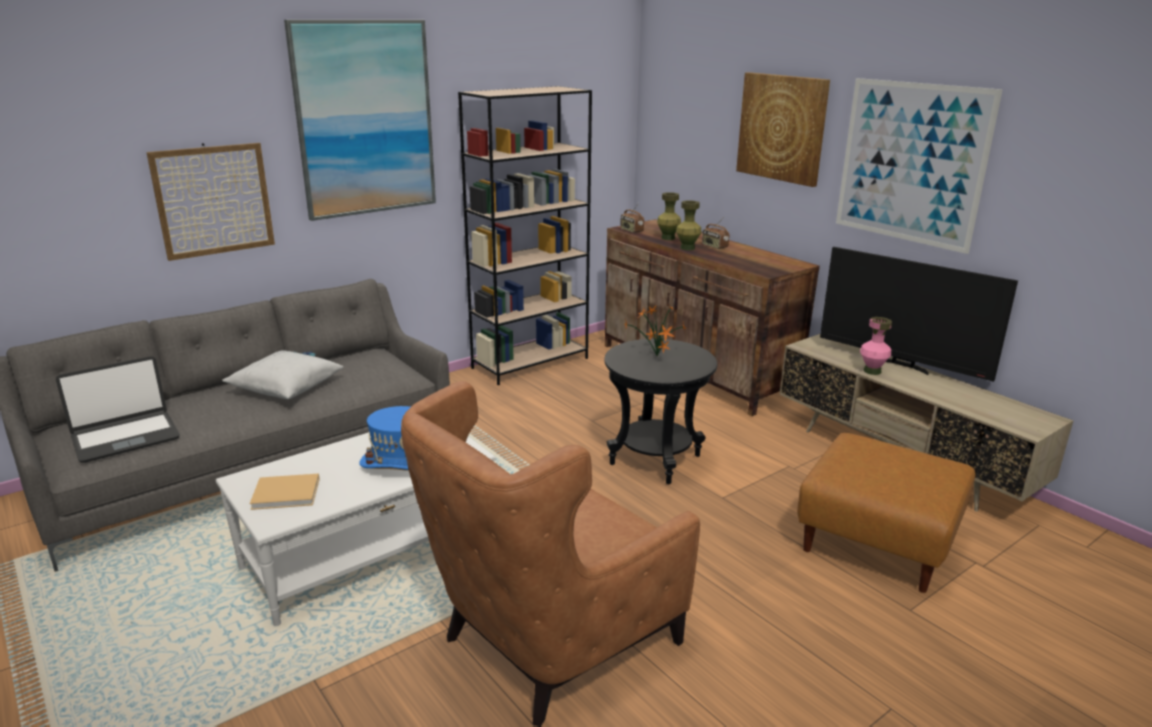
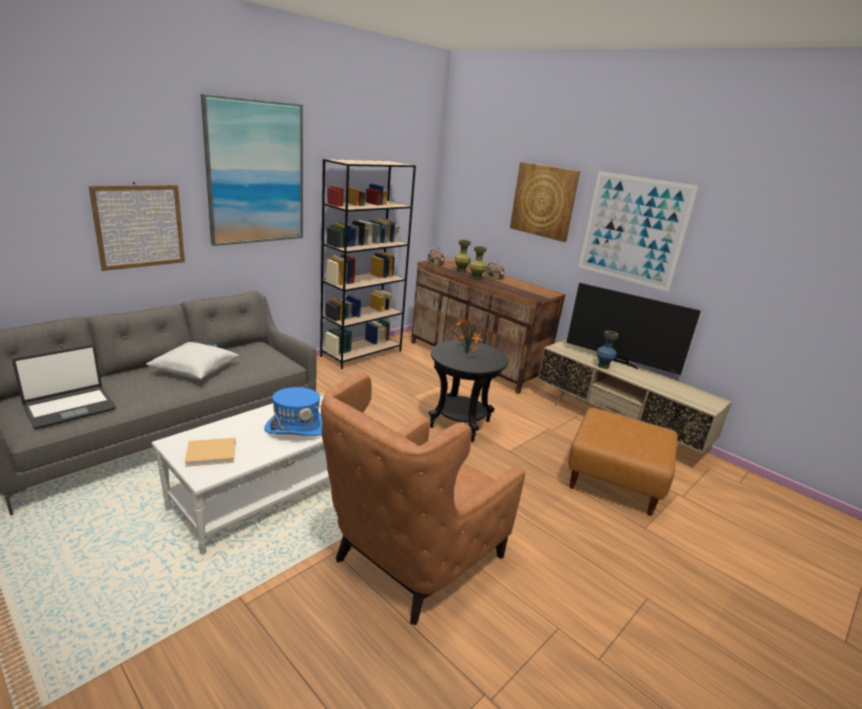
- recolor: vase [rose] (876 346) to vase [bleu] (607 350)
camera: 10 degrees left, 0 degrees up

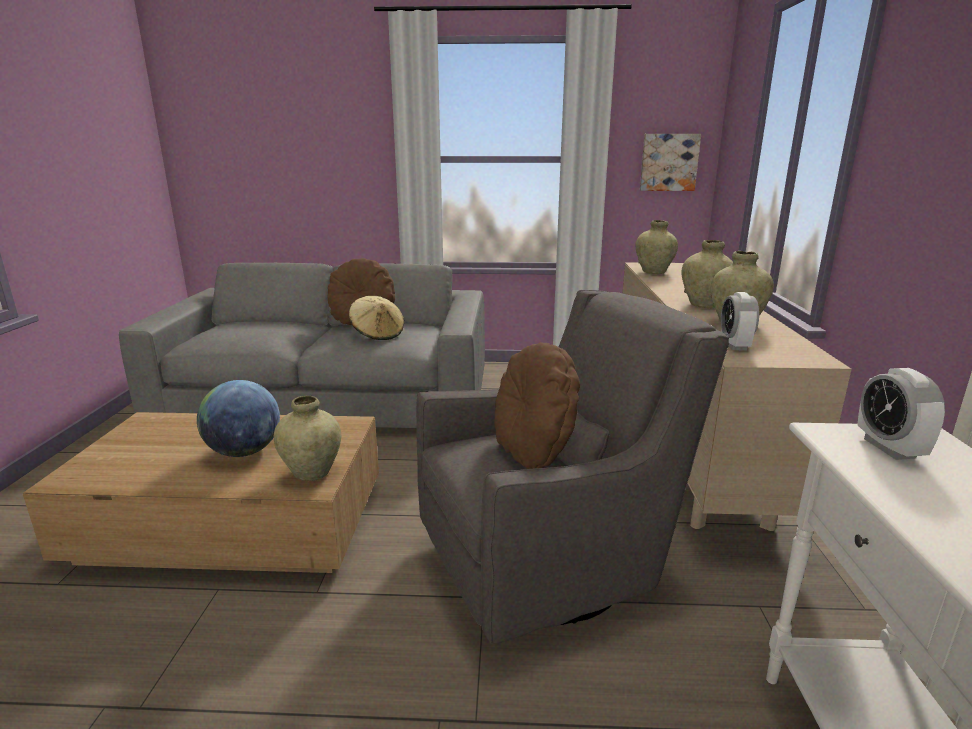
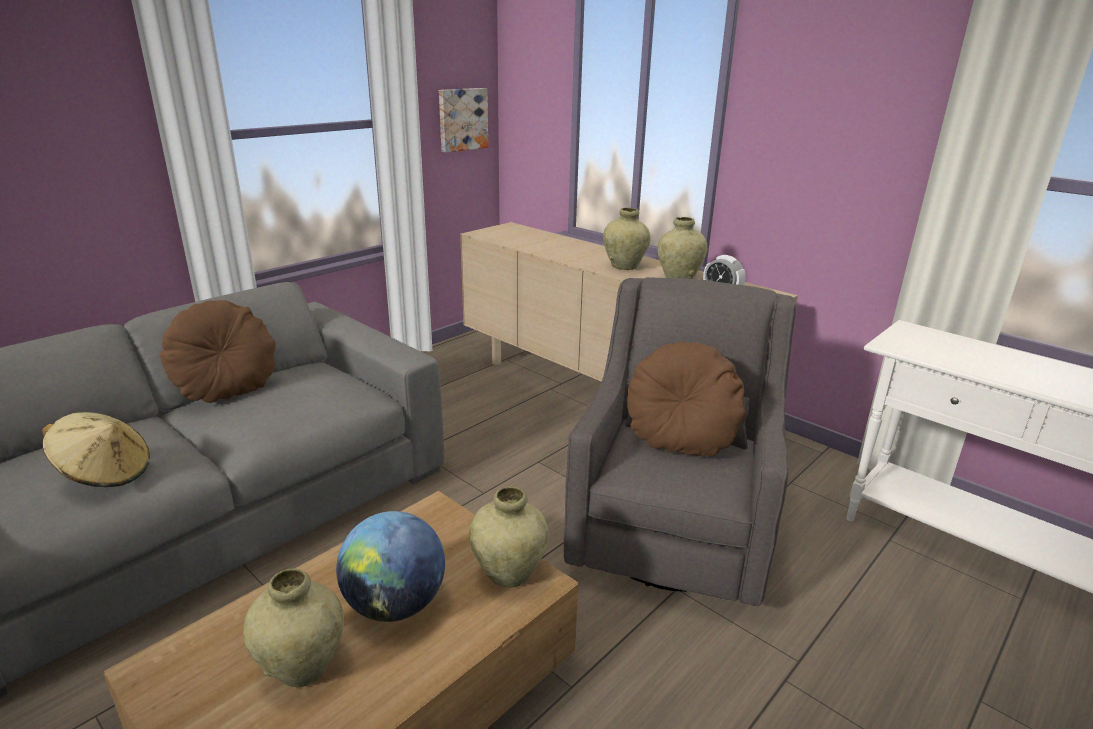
- move: vase [beige] (657 247) to (293 628)
- move: chapeau [beige] (376 318) to (96 449)
- delete: réveil (901 414)
camera: 50 degrees left, 5 degrees up

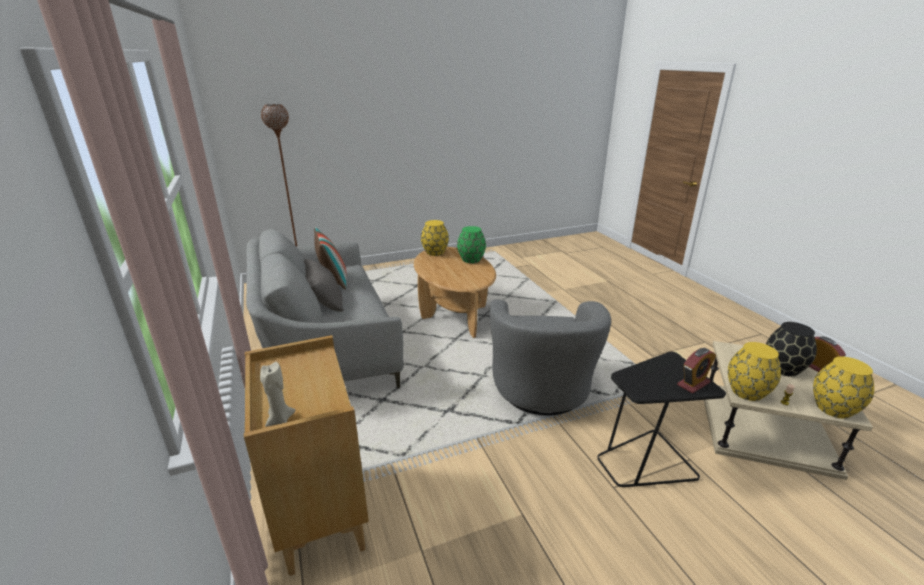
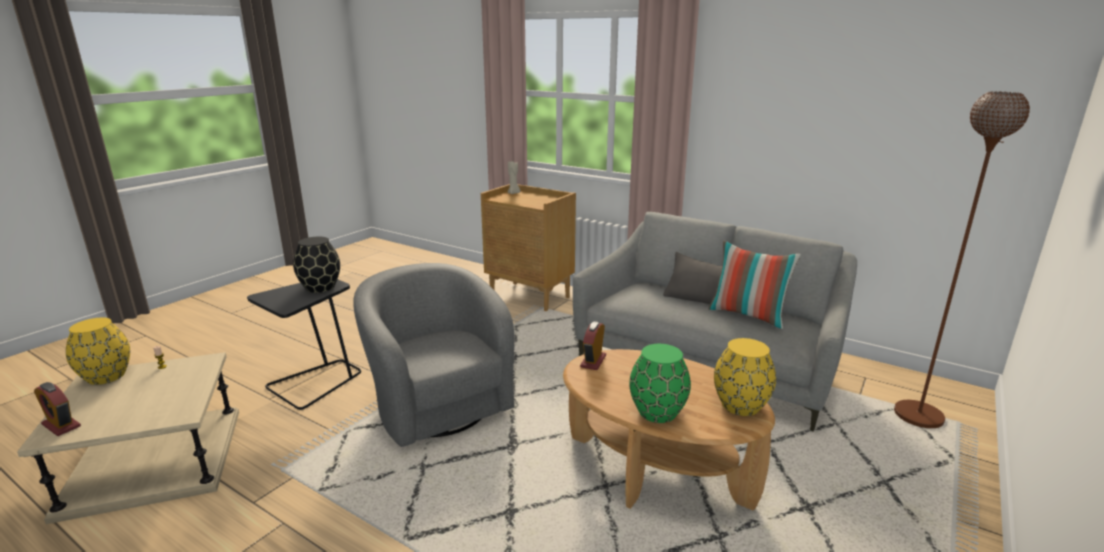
- move: vase [noir] (791 349) to (316 265)
- delete: vase [jaune] (754 371)
- move: réveil (696 370) to (593 345)
camera: 145 degrees right, 5 degrees down

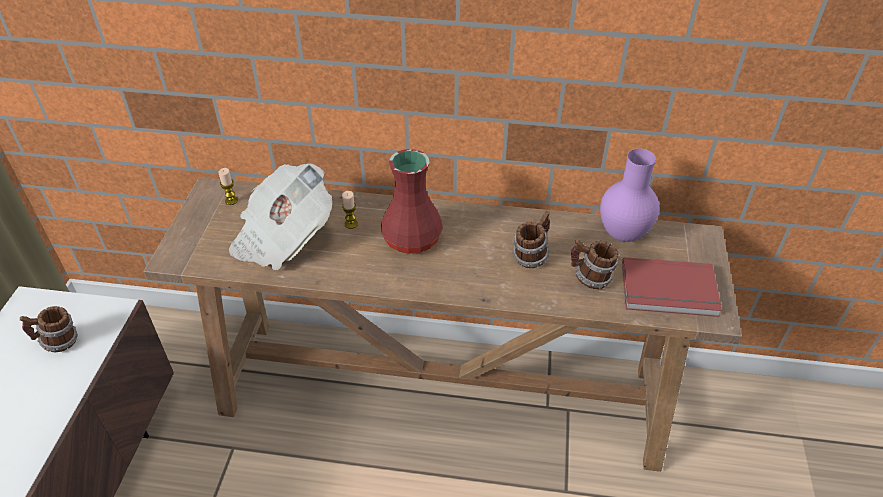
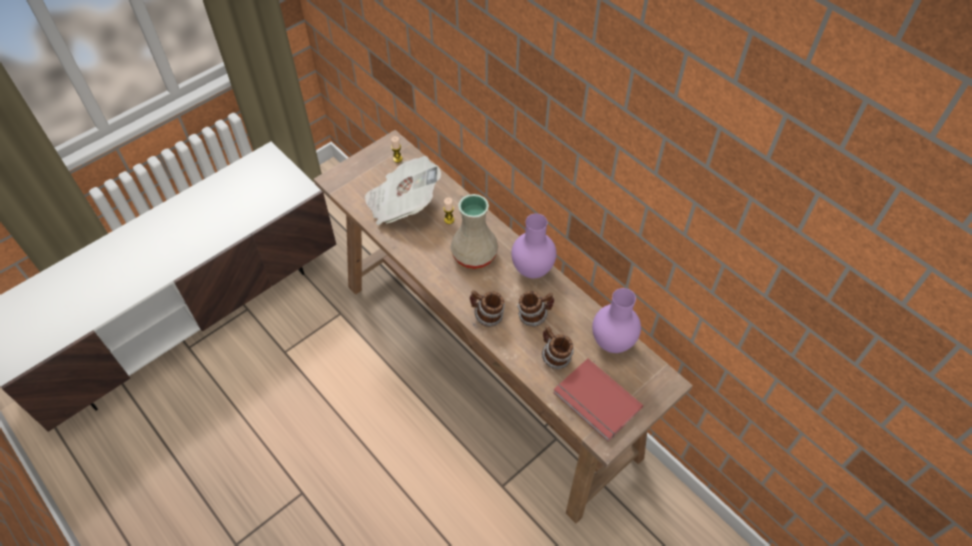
- recolor: vase [rouge] (412 201) to vase [beige] (474 231)
- move: mug (49 329) to (487 308)
- insert: vase [violet] (534 246)
camera: 40 degrees right, 10 degrees up

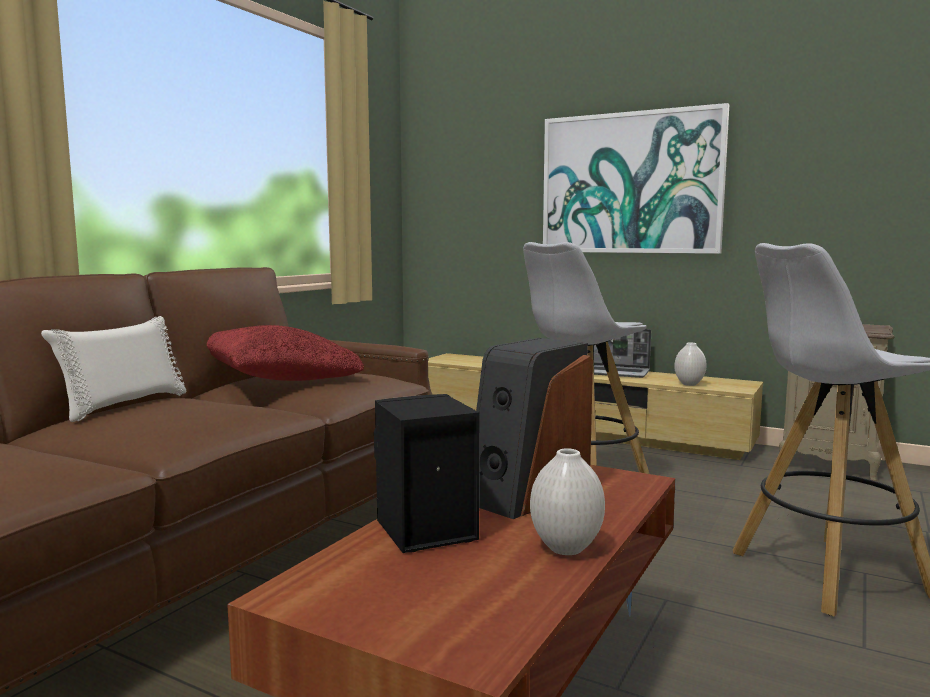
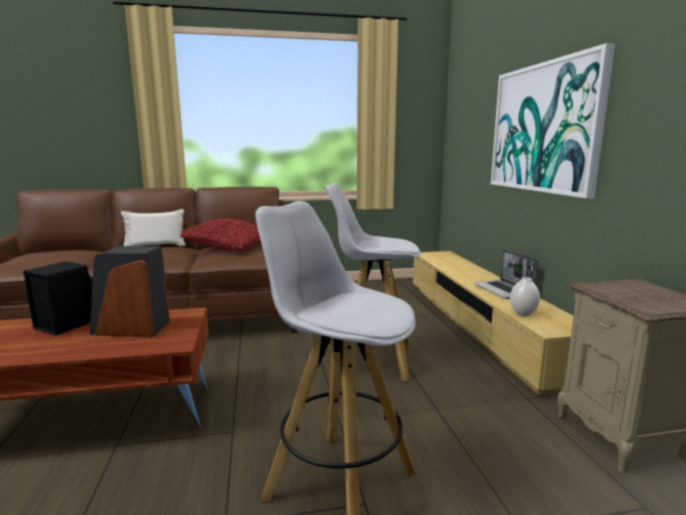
- delete: vase [blanc] (567 501)
camera: 50 degrees right, 5 degrees up

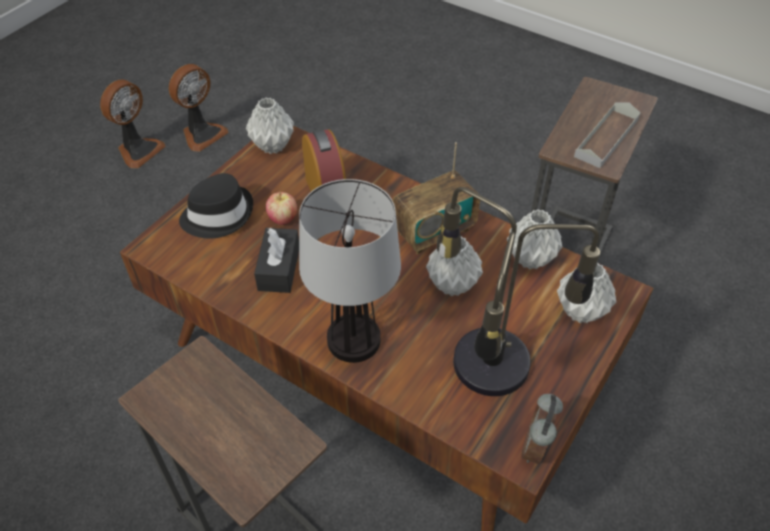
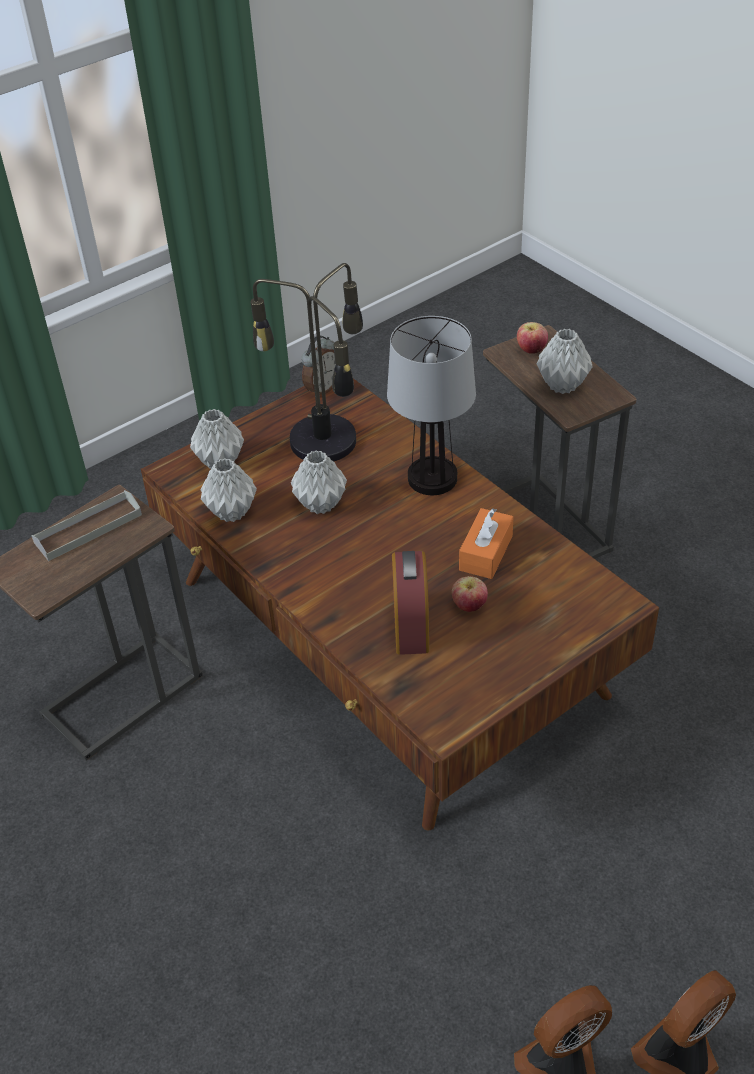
- move: vase [gris] (270 126) to (565 361)
- delete: radio (436 198)
- delete: chapeau [noir] (216 205)
- recolor: boîte à mouchoirs [noir] (276 260) to boîte à mouchoirs [orange] (486 543)
- insert: pomme (532 338)
camera: 160 degrees left, 5 degrees down

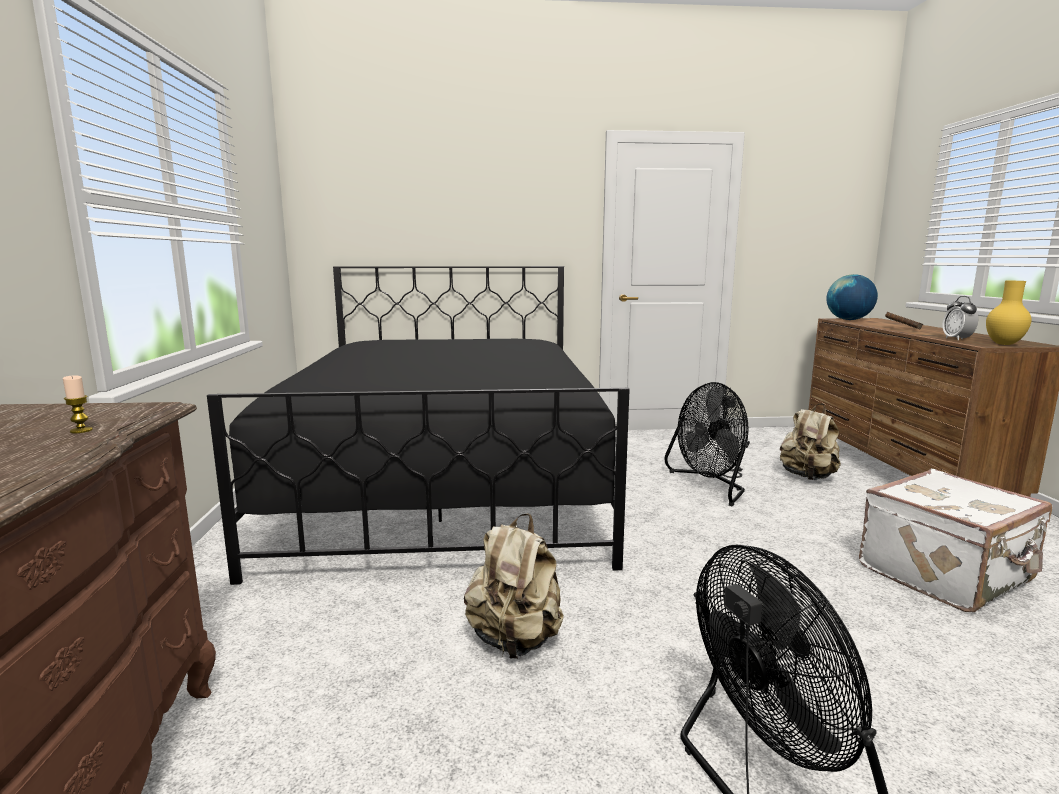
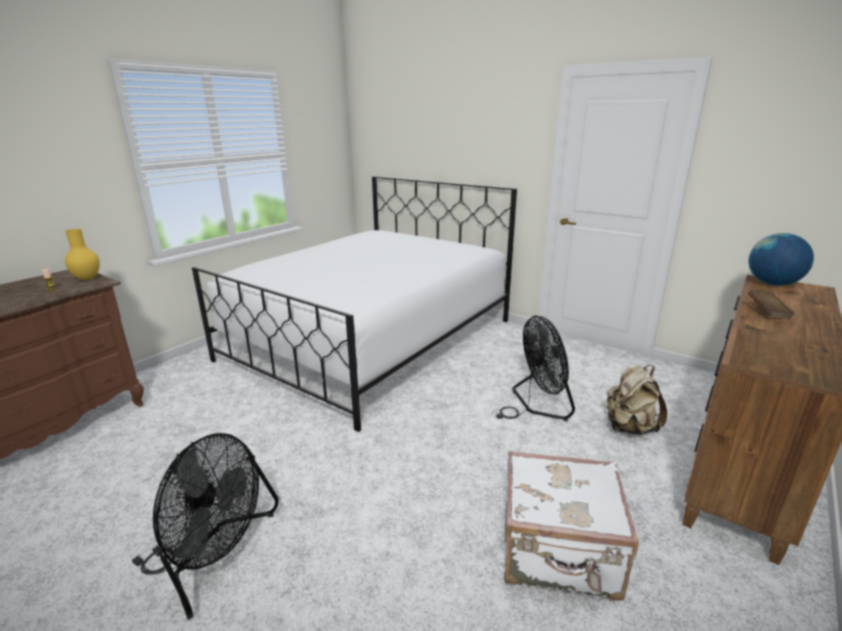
- recolor: lit [noir] (418 425) to lit [blanc] (354 304)
- move: vase [jaune] (1009 313) to (82 254)
- delete: réveil (960 318)
- rotate: ventilateur [noir] (707 444) = (535 368) 150 degrees clockwise
- delete: sac à dos [beige] (514 586)
camera: 40 degrees right, 10 degrees up

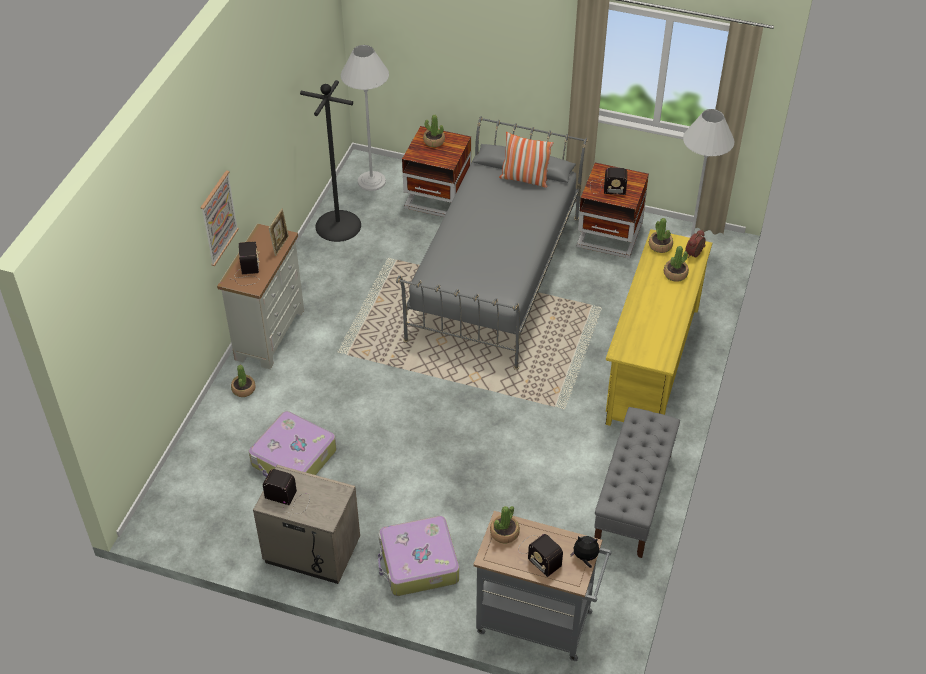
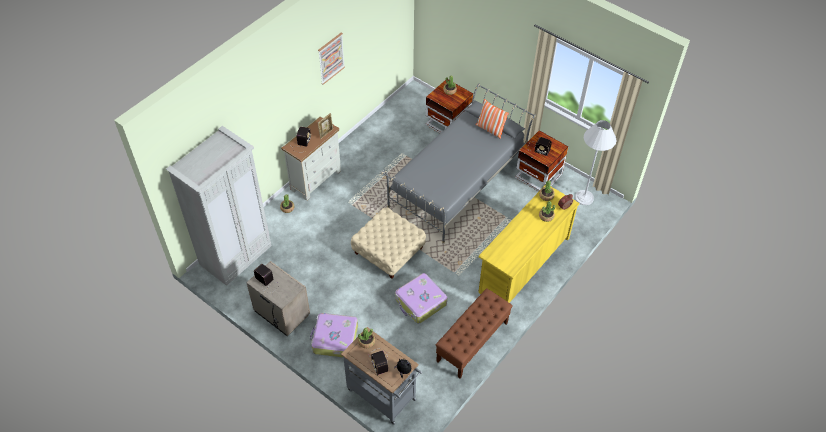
- delete: lampadaire [blanc] (365 118)
- delete: portant [noir] (330 161)
- move: tableau (219 218) to (331 59)
- recolor: banc [gris] (637 482) to banc [marron] (474 333)
- move: valise (292 444) to (421 298)
- insert: armoire [blanc] (219 206)
- insert: pouf [beige] (388 242)
camera: 20 degrees right, 5 degrees up

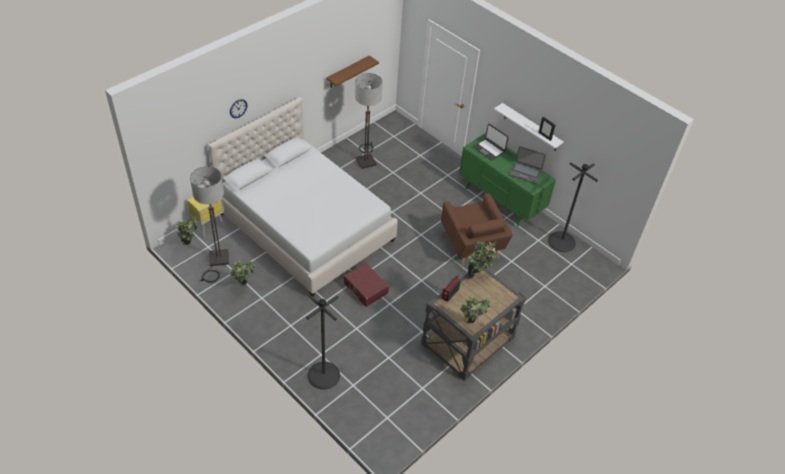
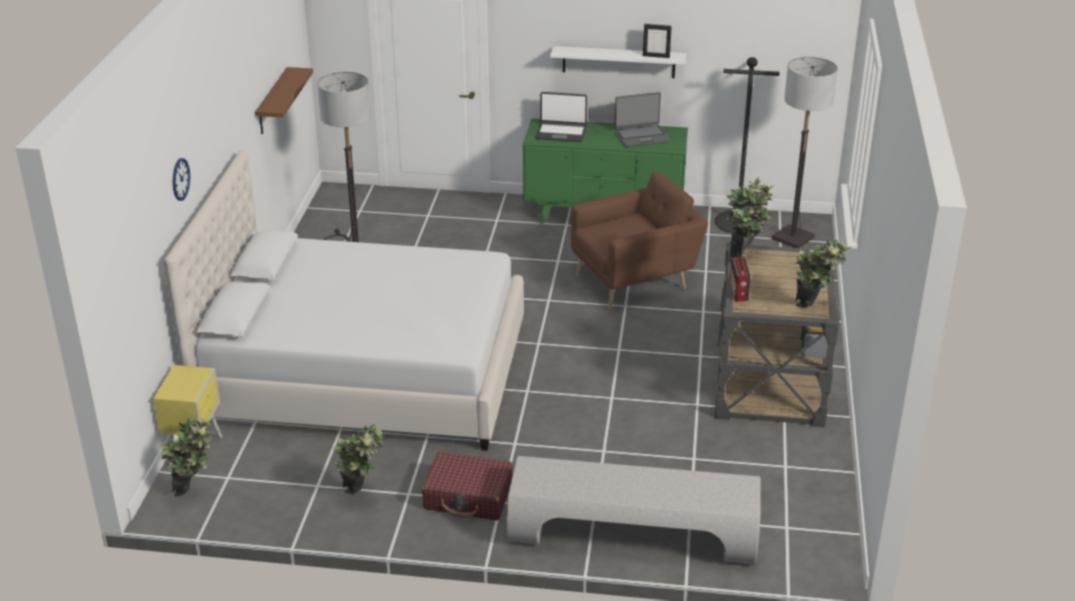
- move: lampadaire (209 224) to (805 153)
- rotate: fauteuil [marron] (477 230) = (639 241) 60 degrees counterclockwise
- move: valise [rouge] (366 285) to (467 485)
- replace: portant [noir] (323 341) to banc [gris] (633 510)
camera: 35 degrees left, 15 degrees down

